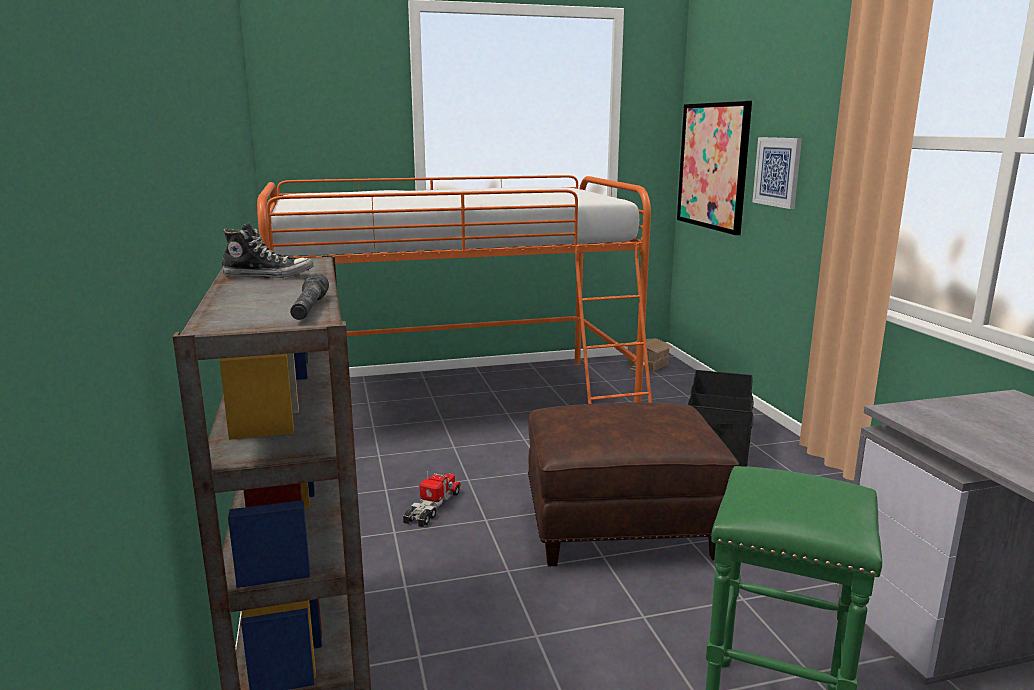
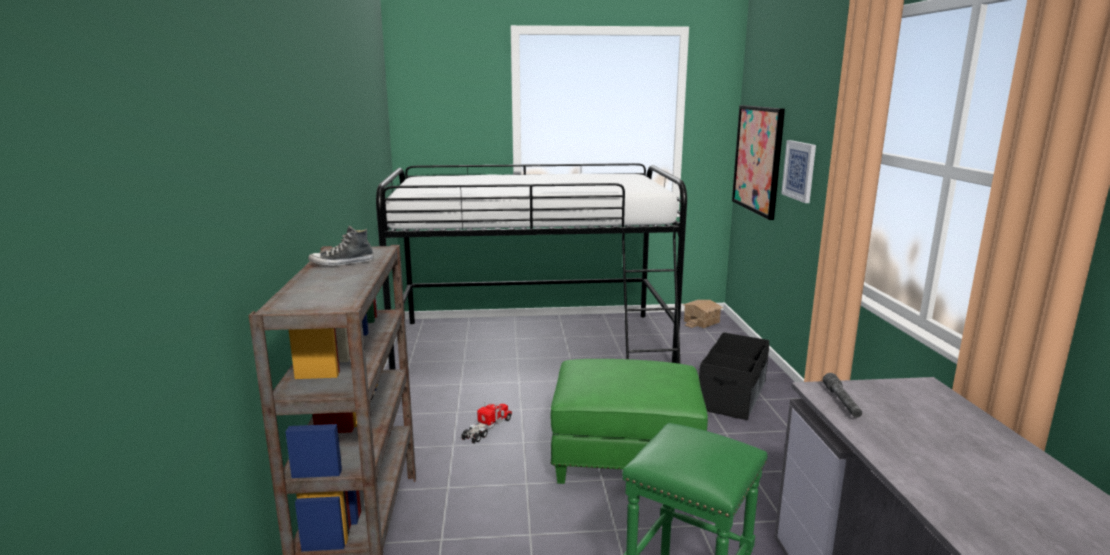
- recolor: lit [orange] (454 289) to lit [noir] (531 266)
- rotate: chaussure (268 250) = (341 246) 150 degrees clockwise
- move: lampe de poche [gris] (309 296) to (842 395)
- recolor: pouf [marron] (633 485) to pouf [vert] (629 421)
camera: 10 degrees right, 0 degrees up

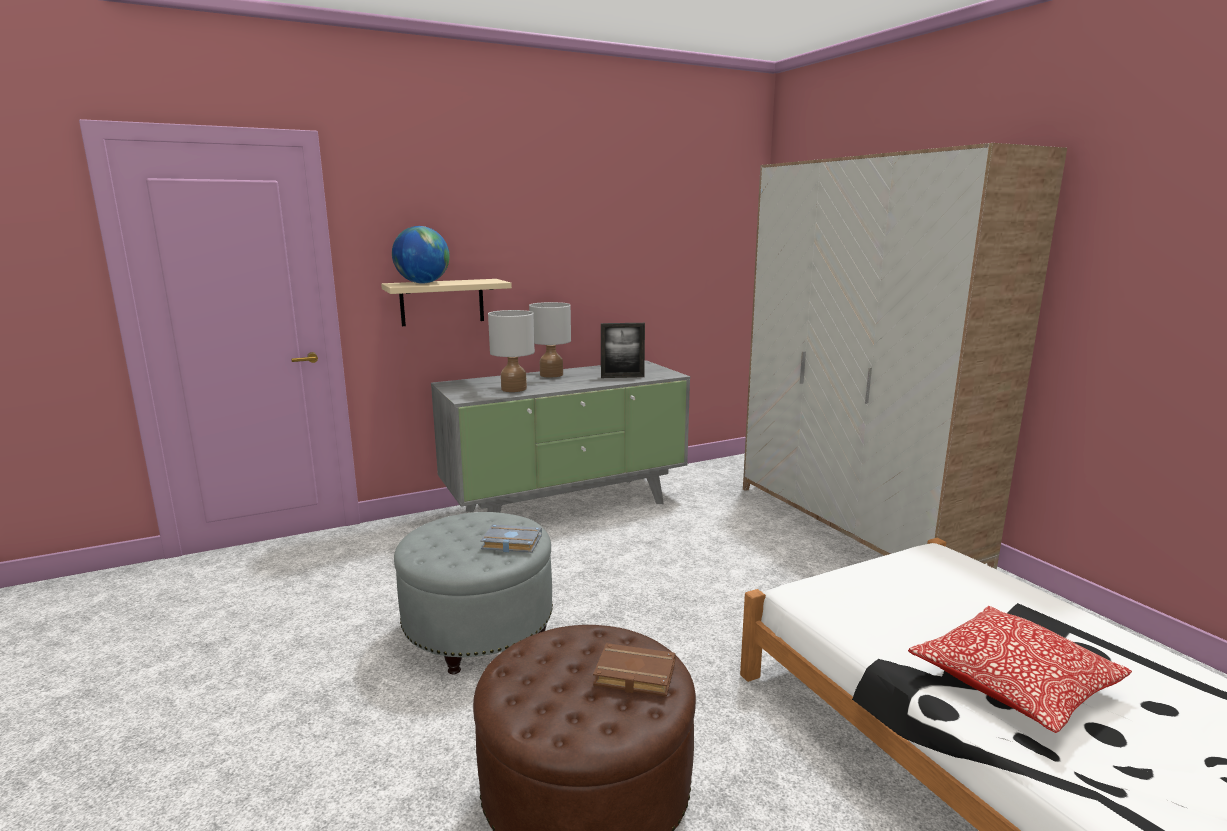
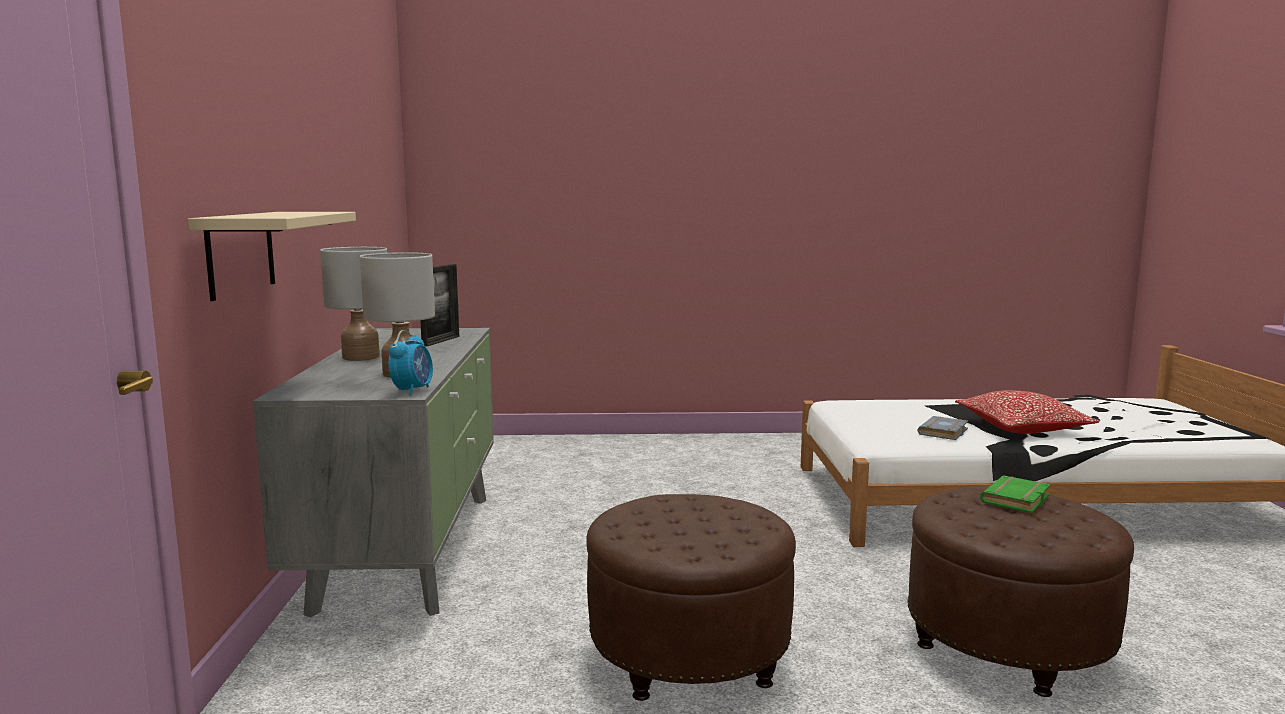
- delete: armoire [blanc] (905 356)
- delete: globe (421 255)
- recolor: pouf [gris] (473 593) to pouf [marron] (691 597)
- move: livre [gris] (511 539) to (943 428)
- recolor: livre [marron] (634 670) to livre [vert] (1015 494)
- insert: réveil (411 363)
camera: 65 degrees left, 5 degrees down

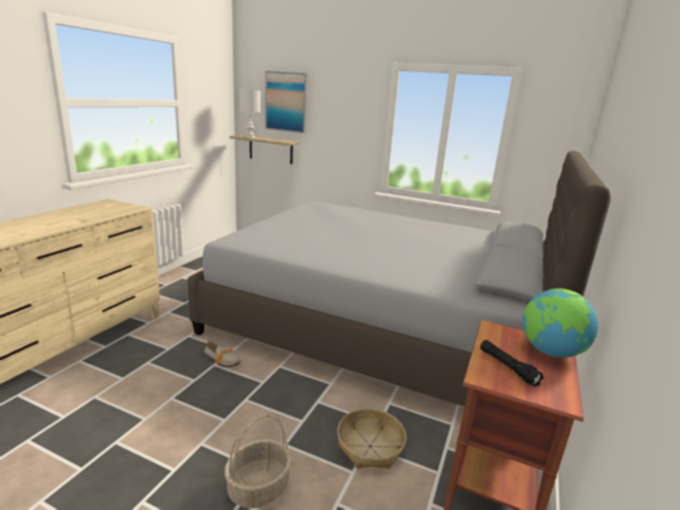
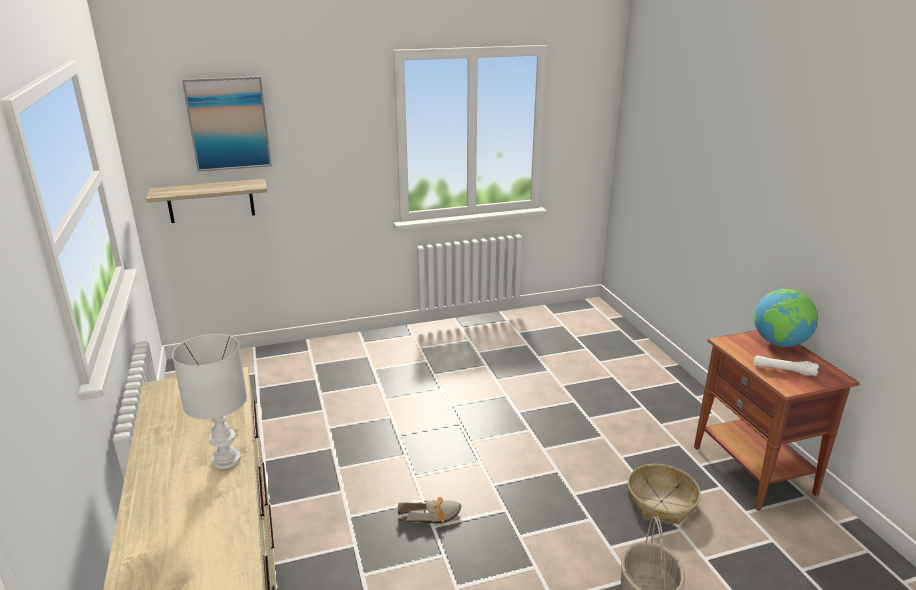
- move: lampe de table [blanc] (249 113) to (209 401)
- delete: lit [gris] (399 279)
- recolor: lampe de poche [noir] (512 363) to lampe de poche [blanc] (786 366)
camera: 40 degrees left, 5 degrees up

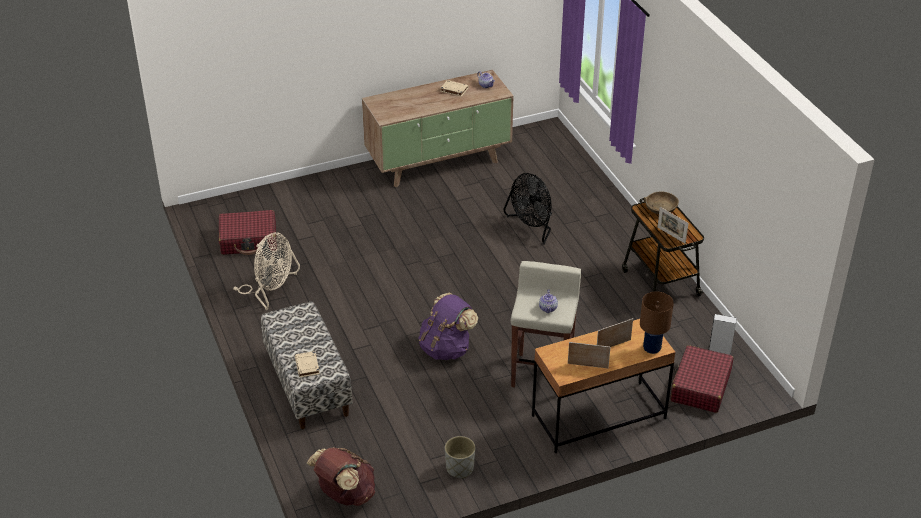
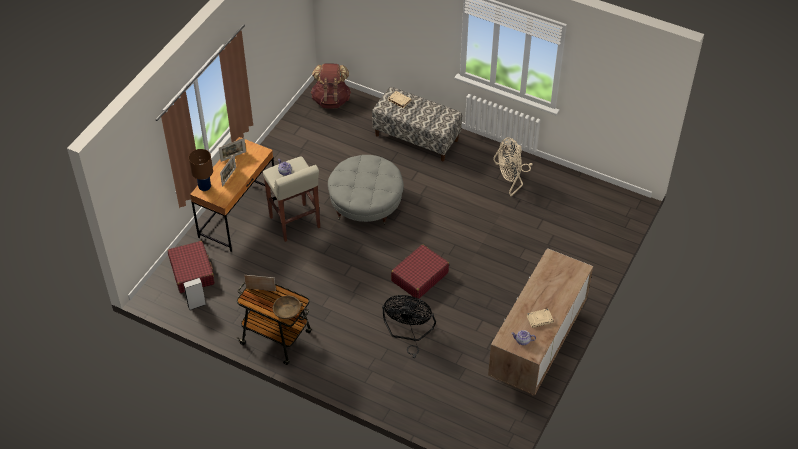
- move: valise [rouge] (248 232) to (420 271)
- replace: sac à dos [violet] (448 326) to pouf [gris] (366 190)
- delete: cache-pot [gris] (460 457)
camera: 140 degrees right, 10 degrees up

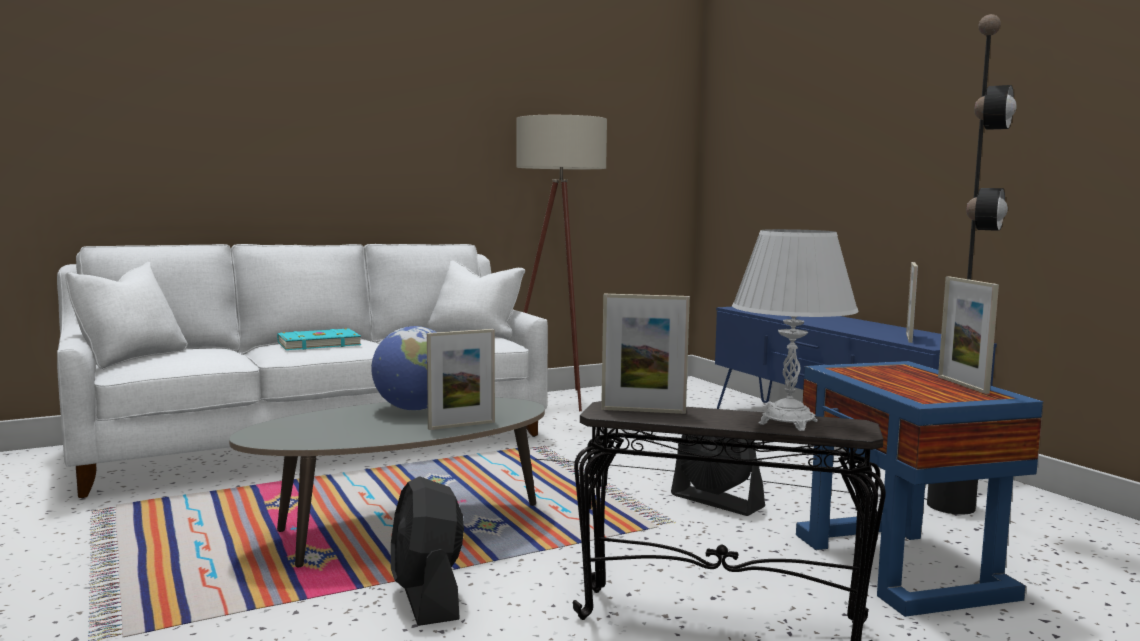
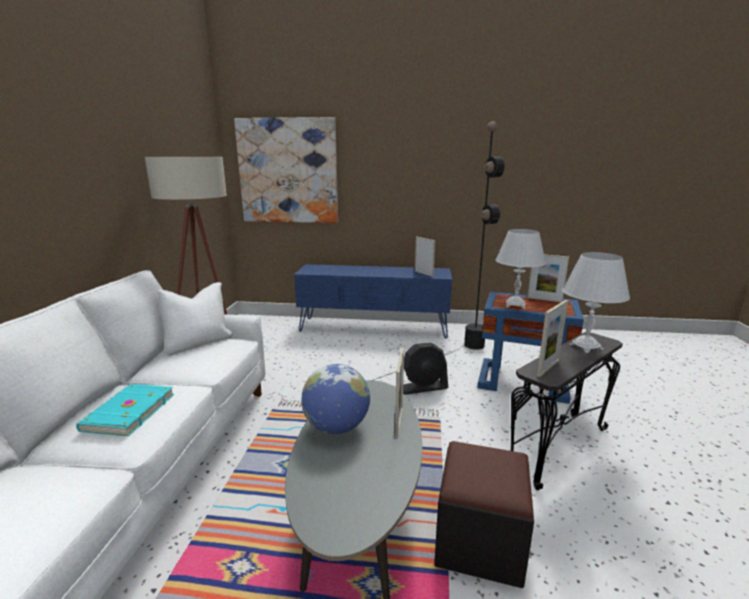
- replace: ventilateur [noir] (427 551) to pouf [noir] (484 514)
- insert: tableau (286 170)
- insert: lampe de table [blanc] (520 269)
camera: 55 degrees left, 10 degrees up

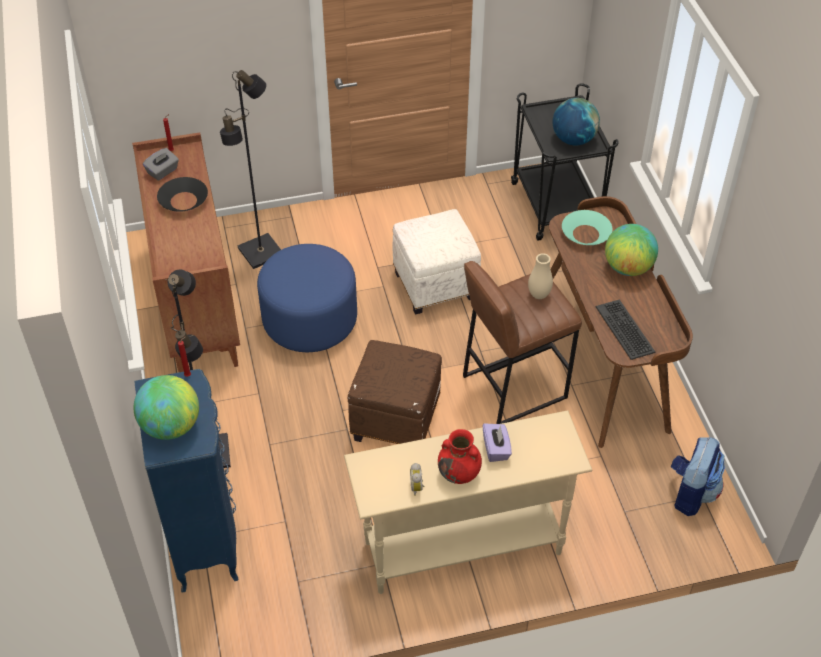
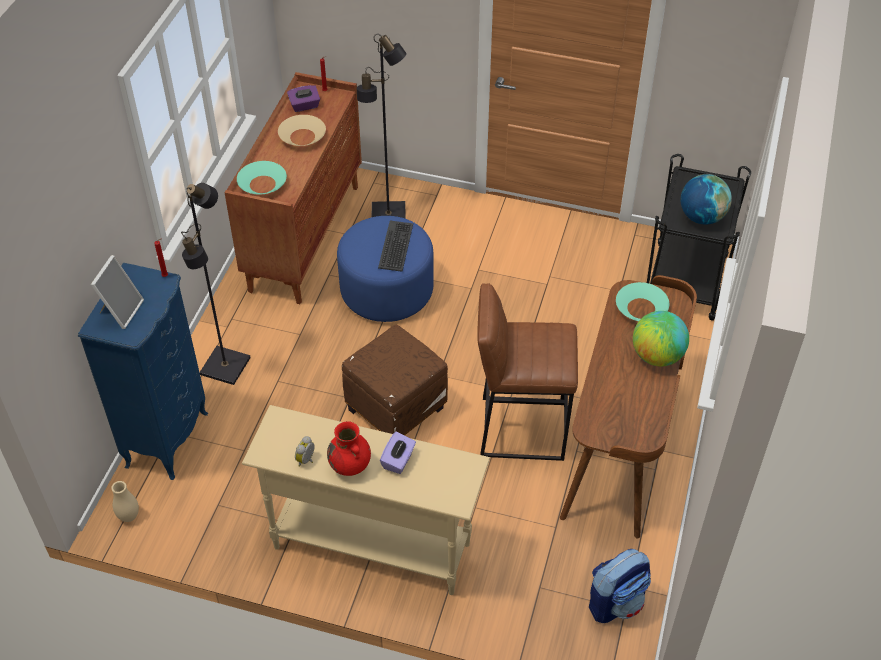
- recolor: boîte à mouchoirs [gris] (161 164) to boîte à mouchoirs [violet] (303 98)
- recolor: bol [noir] (182 194) to bol [beige] (302 130)
- delete: pouf [blanc] (436 262)
- move: vase [beige] (540 276) to (125 501)
- move: clavier (625 329) to (395 246)
- replace: globe (166 407) to cadre photo (117 292)
- insert: bol [turquoise] (262 177)
camera: 30 degrees right, 0 degrees up

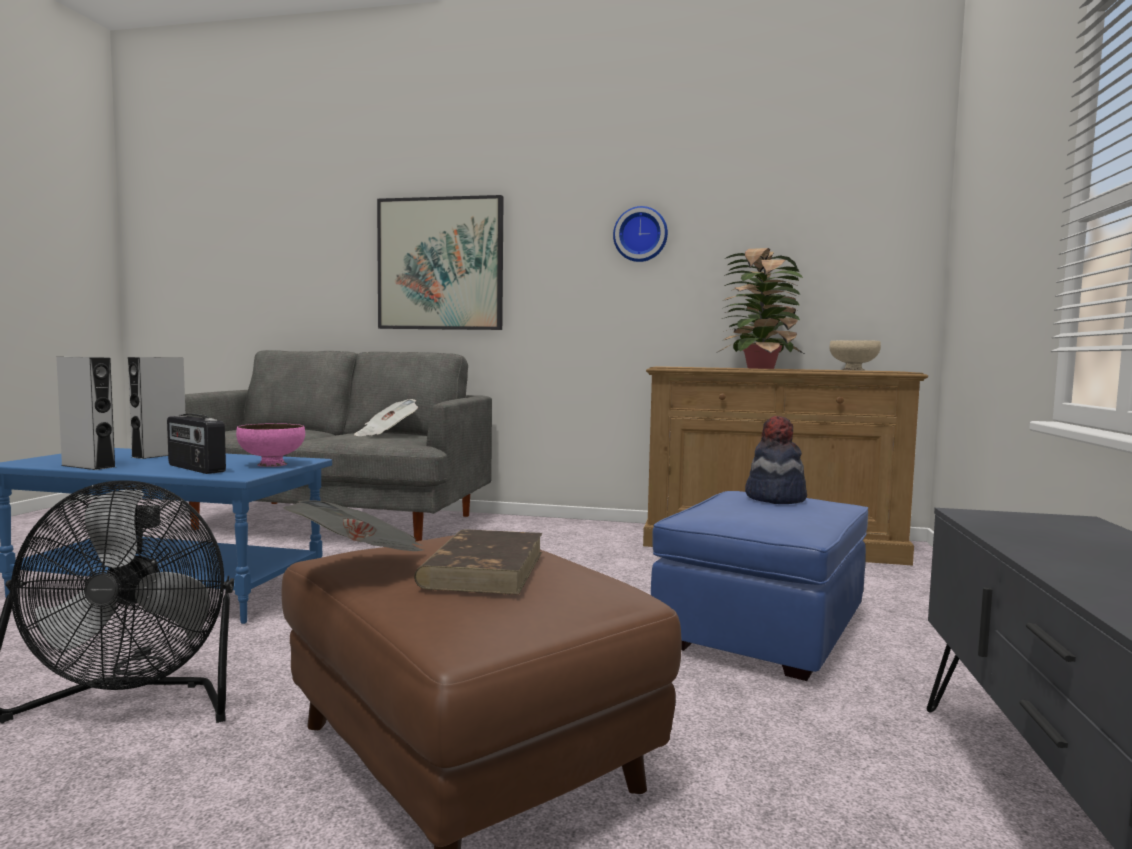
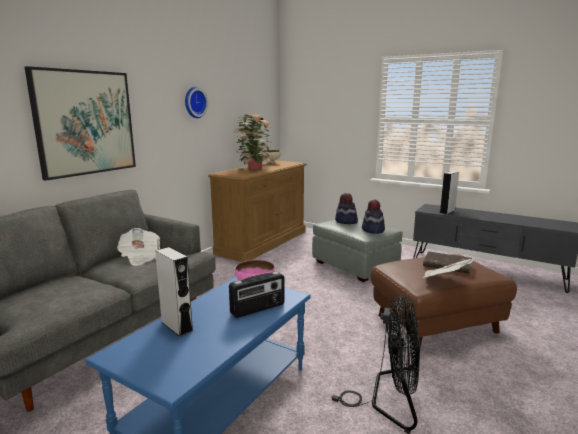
- move: enceinte [gris] (85 413) to (449 192)
- recolor: pouf [bleu] (759 586) to pouf [gris] (357 250)
- insert: chapeau (373 216)
camera: 70 degrees left, 10 degrees up

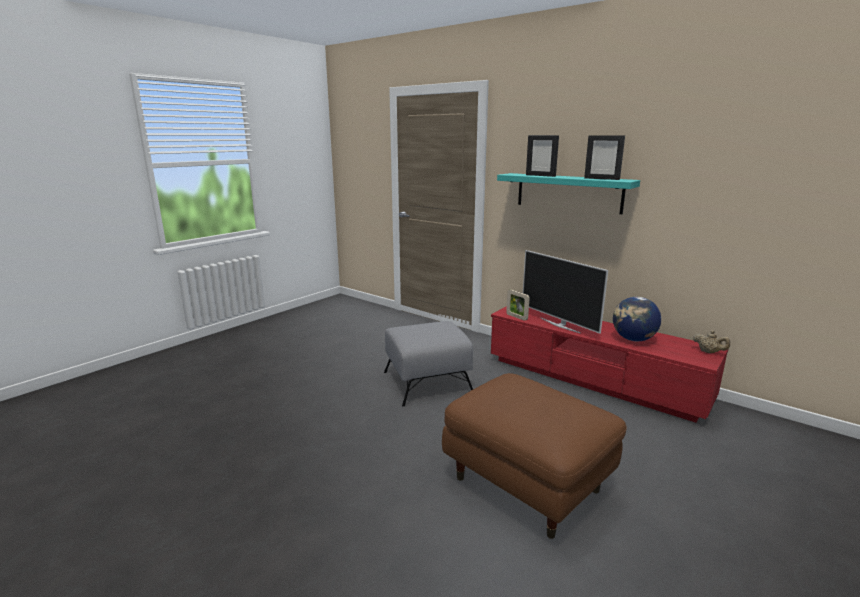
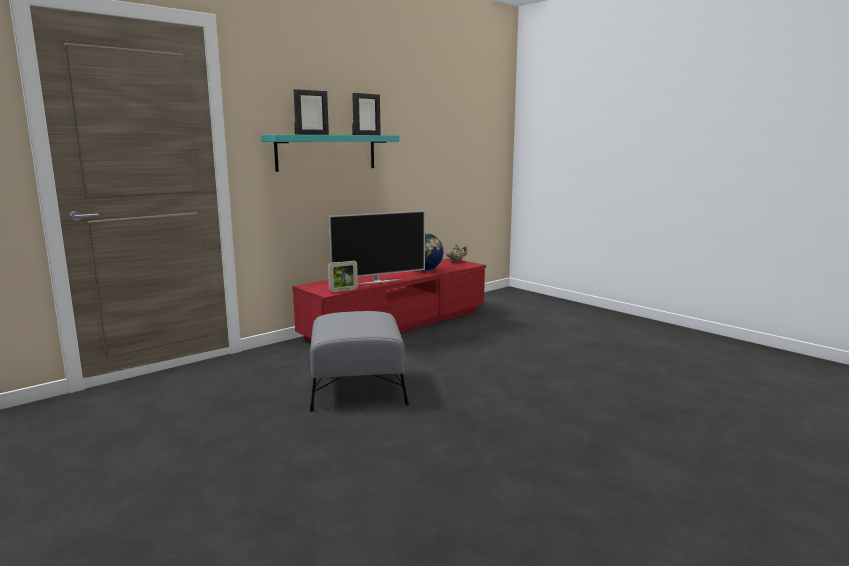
- delete: pouf [marron] (534 456)
camera: 80 degrees left, 5 degrees down

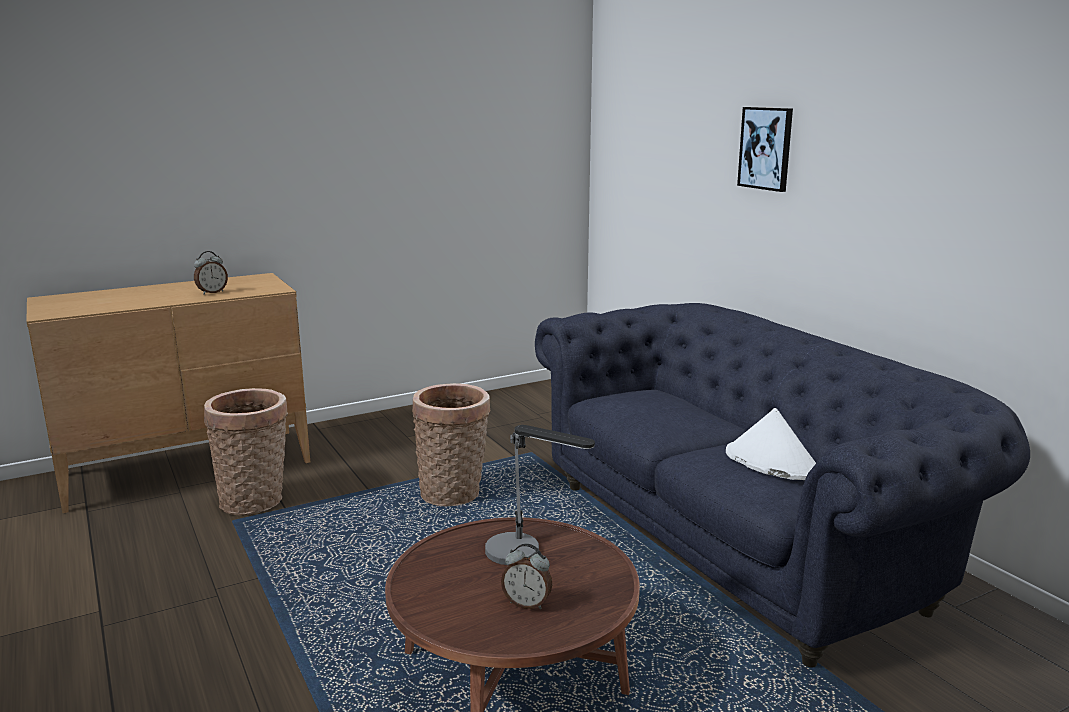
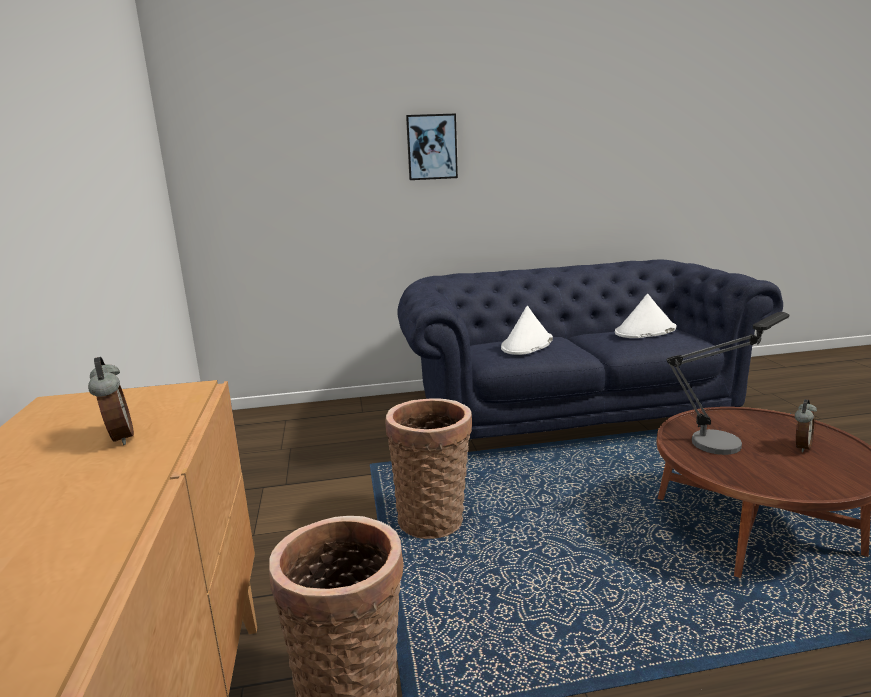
- insert: chapeau [blanc] (527 330)
camera: 70 degrees left, 0 degrees up

